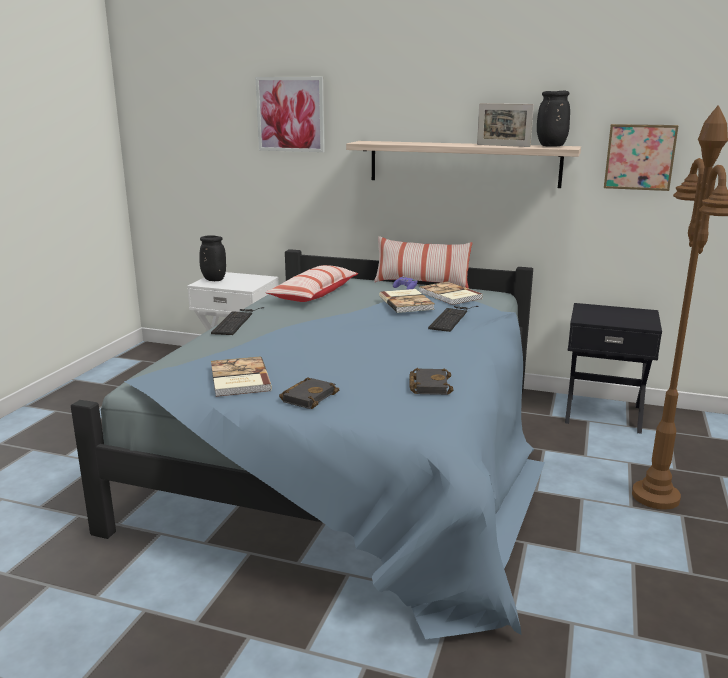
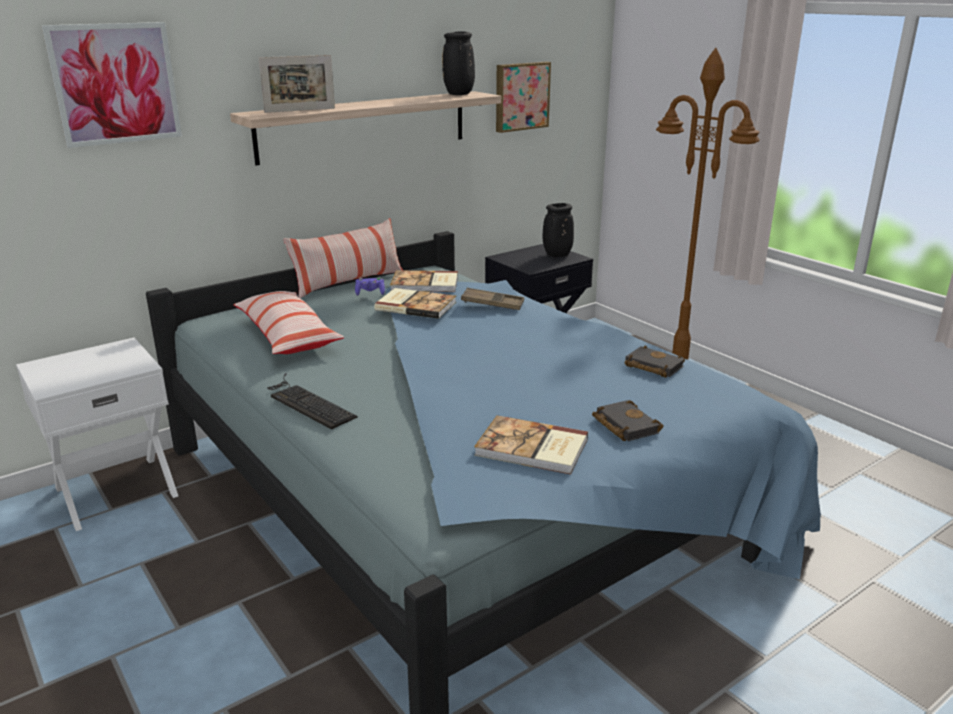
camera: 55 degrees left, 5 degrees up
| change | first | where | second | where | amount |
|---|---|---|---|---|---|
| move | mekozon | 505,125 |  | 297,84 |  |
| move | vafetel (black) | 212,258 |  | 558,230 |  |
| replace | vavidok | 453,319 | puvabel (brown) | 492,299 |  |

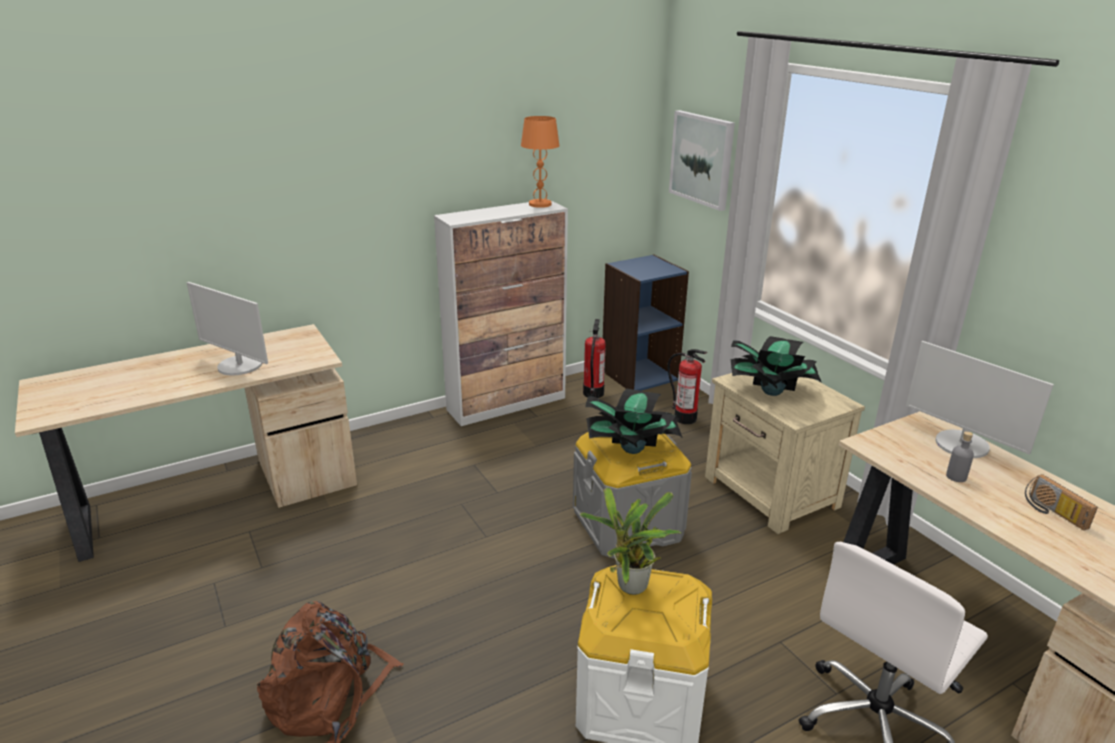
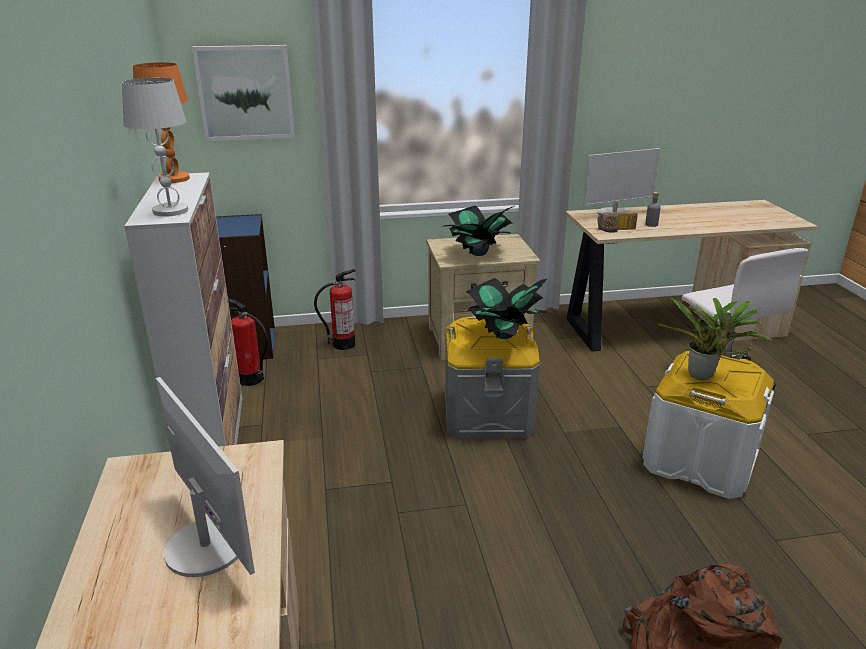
camera: 70 degrees left, 0 degrees up
| change | first | where | second | where | amount |
|---|---|---|---|---|---|
| rotate | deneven | 227,328 |  | 205,477 | 90 degrees counterclockwise |
| move | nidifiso | 1061,502 |  | 617,222 |  |
| insert |  |  | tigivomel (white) | 155,147 |  |

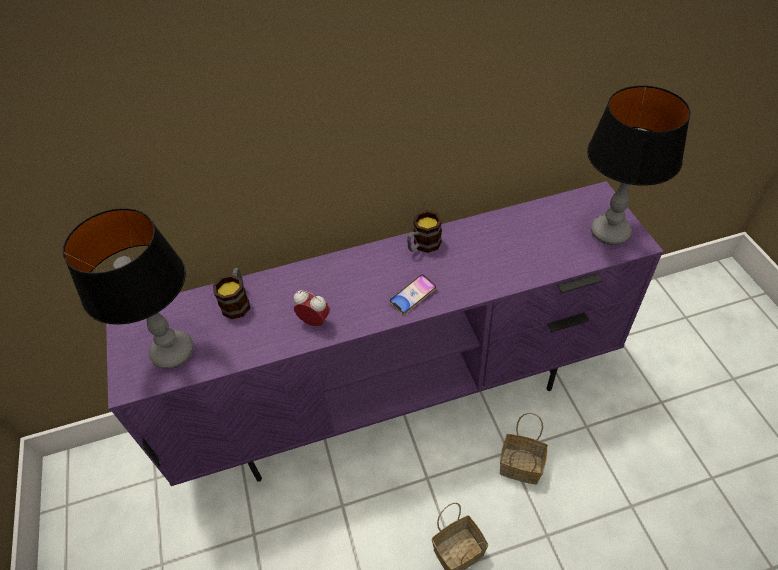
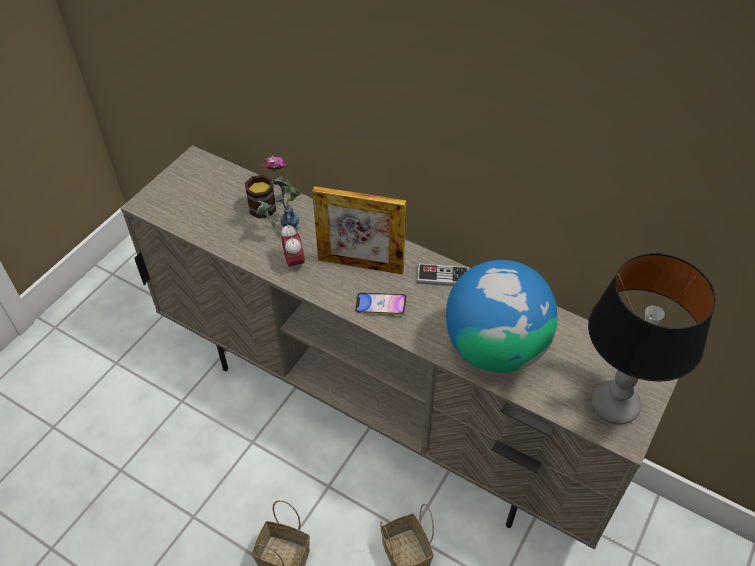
camera: 45 degrees right, 0 degrees up
| change | first | where | second | where | amount |
|---|---|---|---|---|---|
| recolor | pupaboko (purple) | 385,333 | pupaboko (beige) | 399,347 |  |
| delete | tigivomel | 128,288 |  |  |  |
| replace | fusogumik | 424,231 | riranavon | 442,274 |  |
| insert |  |  | vafetel | 278,193 |  |
| insert |  |  | mekozon | 359,230 |  |
| insert |  |  | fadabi | 502,316 |  |

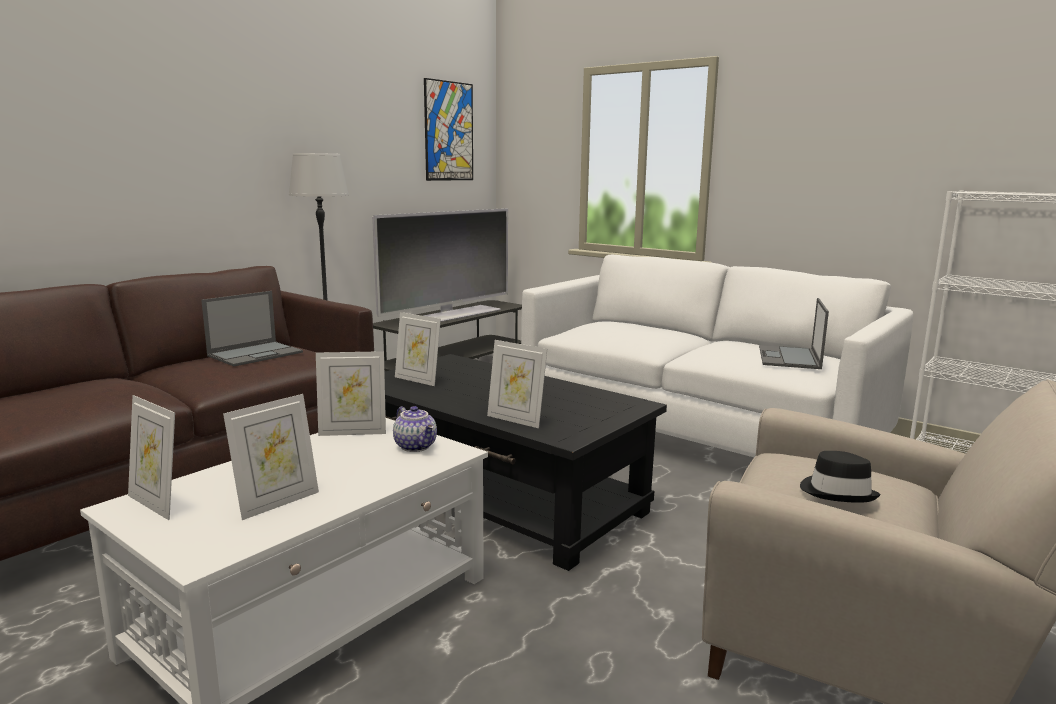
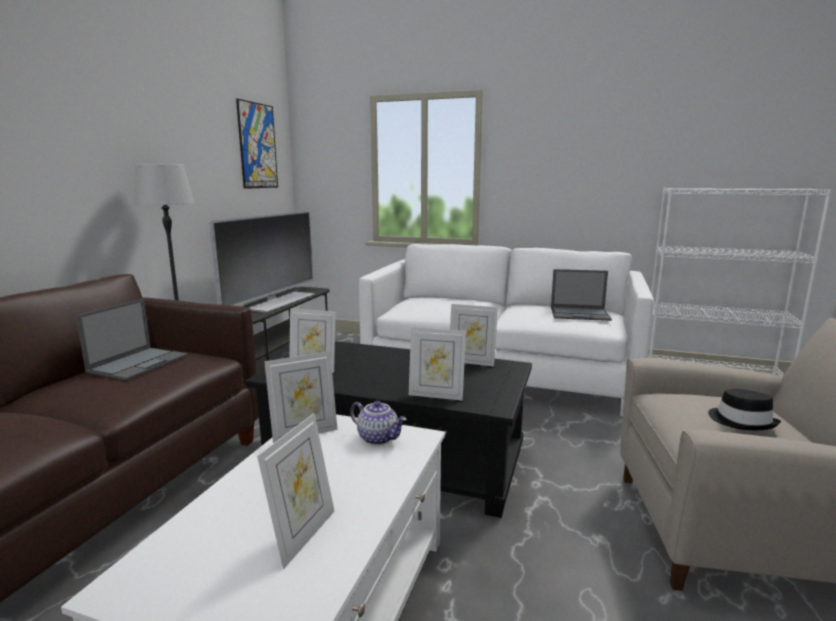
camera: 20 degrees left, 0 degrees up
| change | first | where | second | where | amount |
|---|---|---|---|---|---|
| rotate | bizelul | 794,333 |  | 581,295 | 75 degrees counterclockwise |
| move | mekozon | 151,457 |  | 474,335 |  |

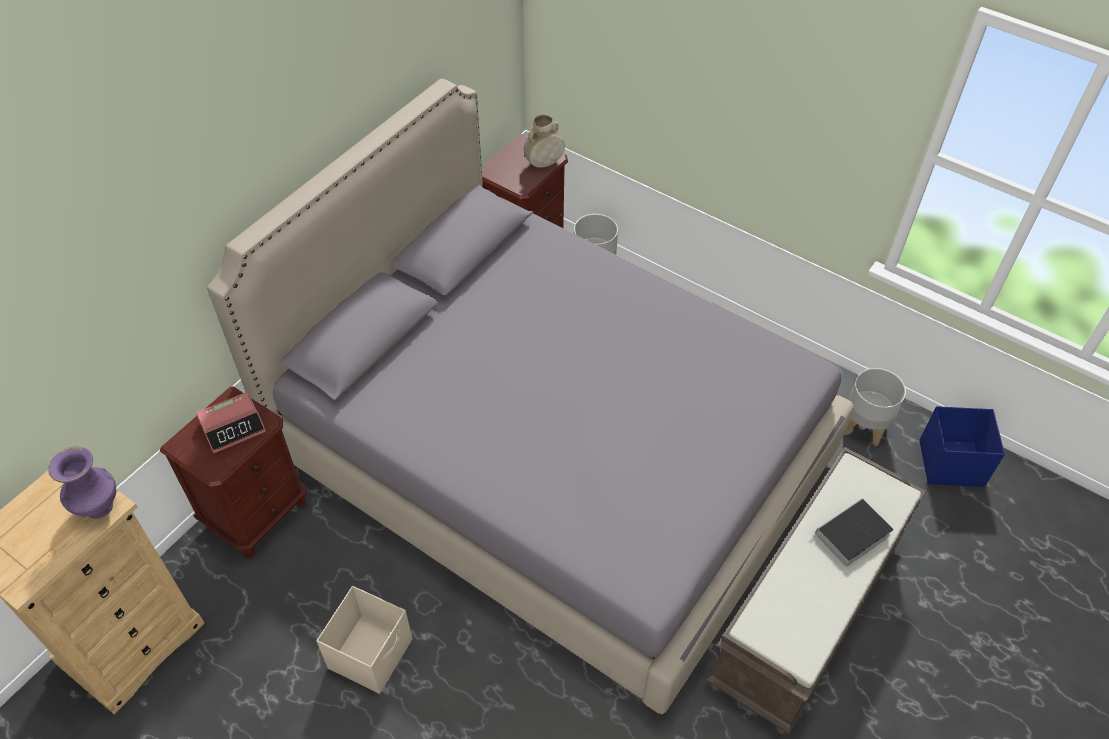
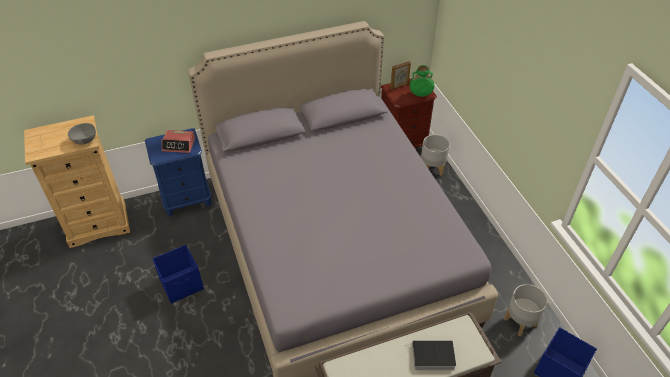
camera: 35 degrees right, 5 degrees down
| change | first | where | second | where | amount |
|---|---|---|---|---|---|
| recolor | vafetel (beige) | 544,141 | vafetel (green) | 421,81 |  |
| recolor | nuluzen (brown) | 233,472 | nuluzen (blue) | 178,172 |  |
| replace | vafetel (purple) | 82,482 | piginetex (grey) | 82,133 |  |
| recolor | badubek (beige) | 364,640 | badubek (blue) | 178,274 |  |
| insert |  |  | mekozon | 400,75 |  |

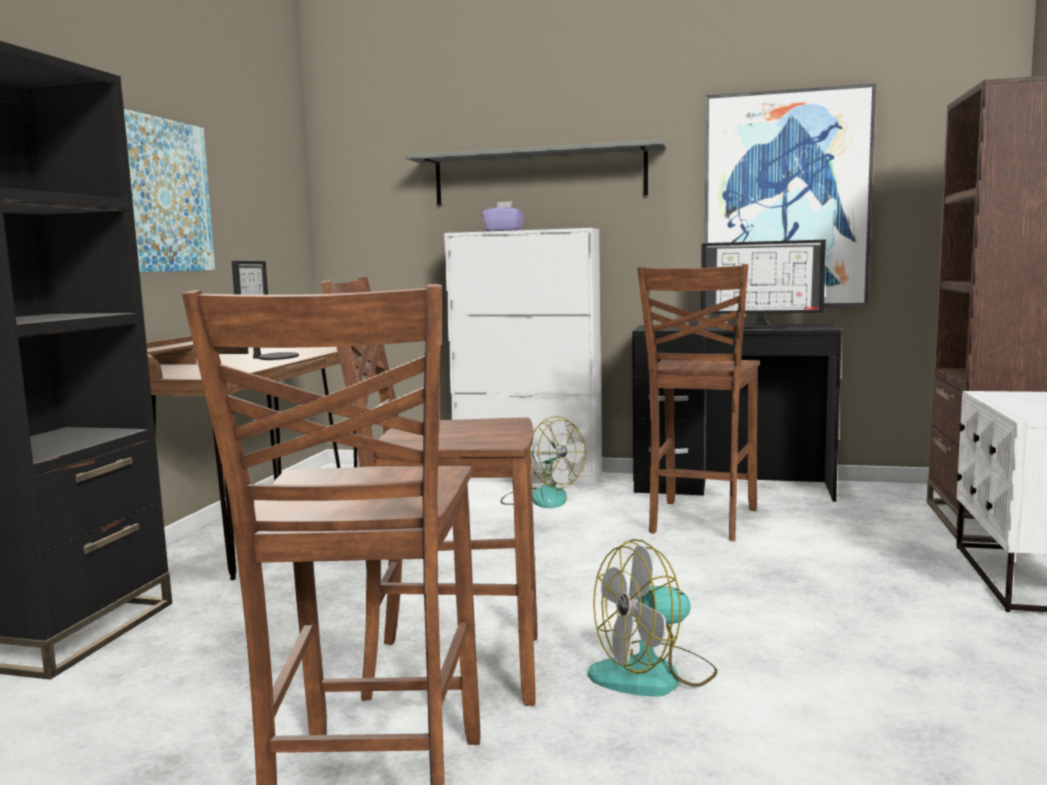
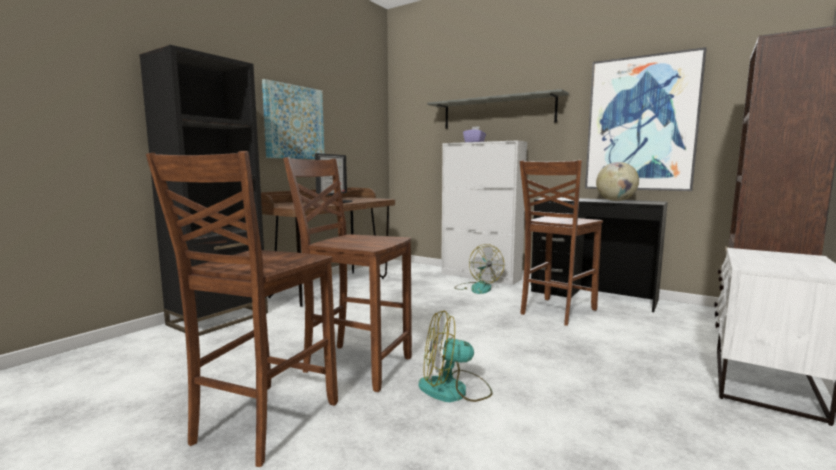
camera: 20 degrees right, 0 degrees up
| change | first | where | second | where | amount |
|---|---|---|---|---|---|
| replace | deneven | 763,284 | fadabi | 617,181 |  |

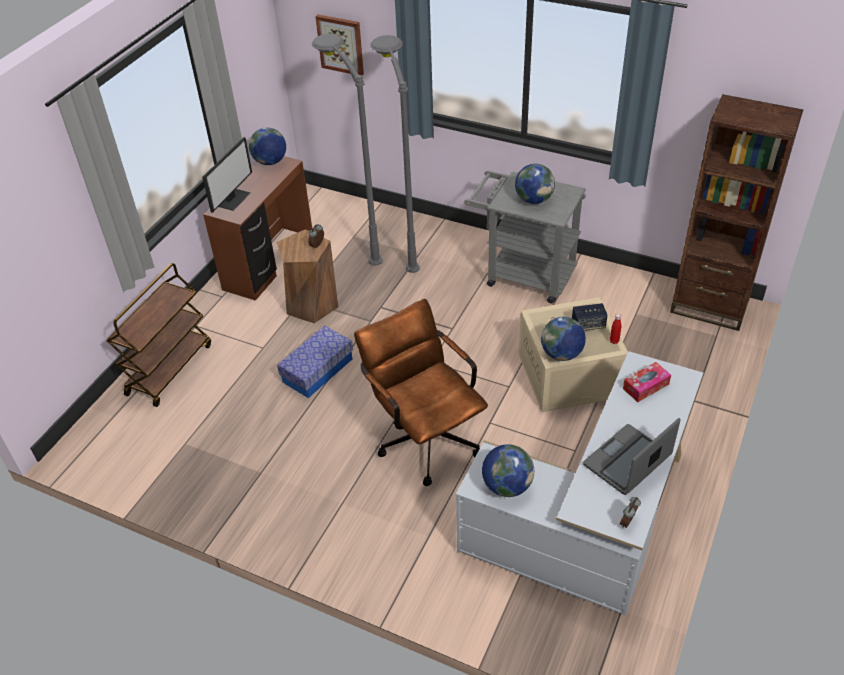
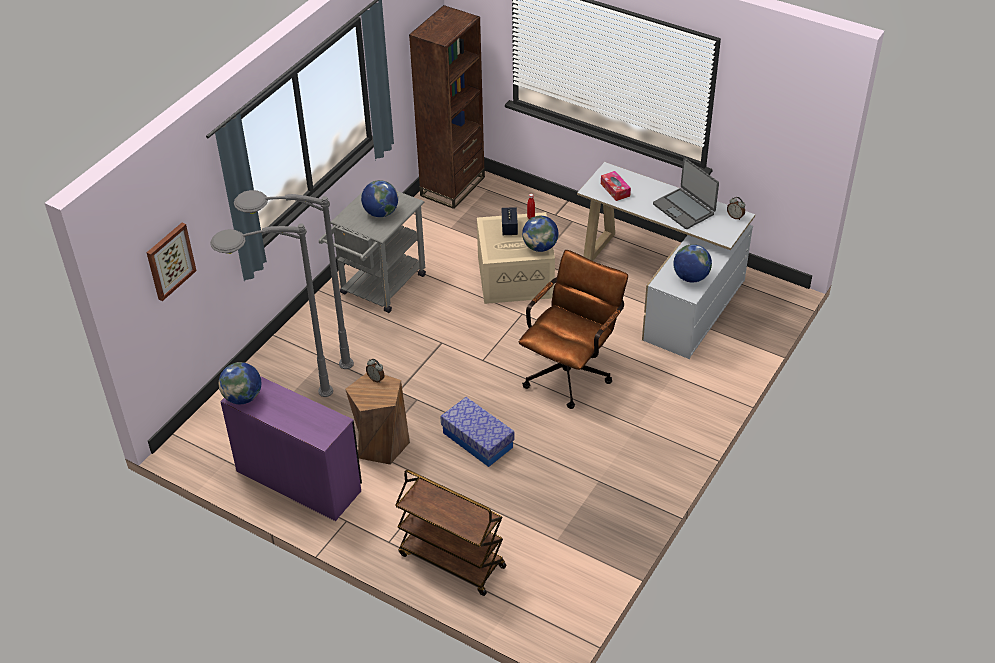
camera: 85 degrees left, 0 degrees up
| change | first | where | second | where | amount |
|---|---|---|---|---|---|
| delete | deneven | 227,175 |  |  |  |
| recolor | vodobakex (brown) | 257,228 | vodobakex (purple) | 291,448 |  |
| rotate | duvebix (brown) | 421,392 |  | 573,329 | 150 degrees clockwise |

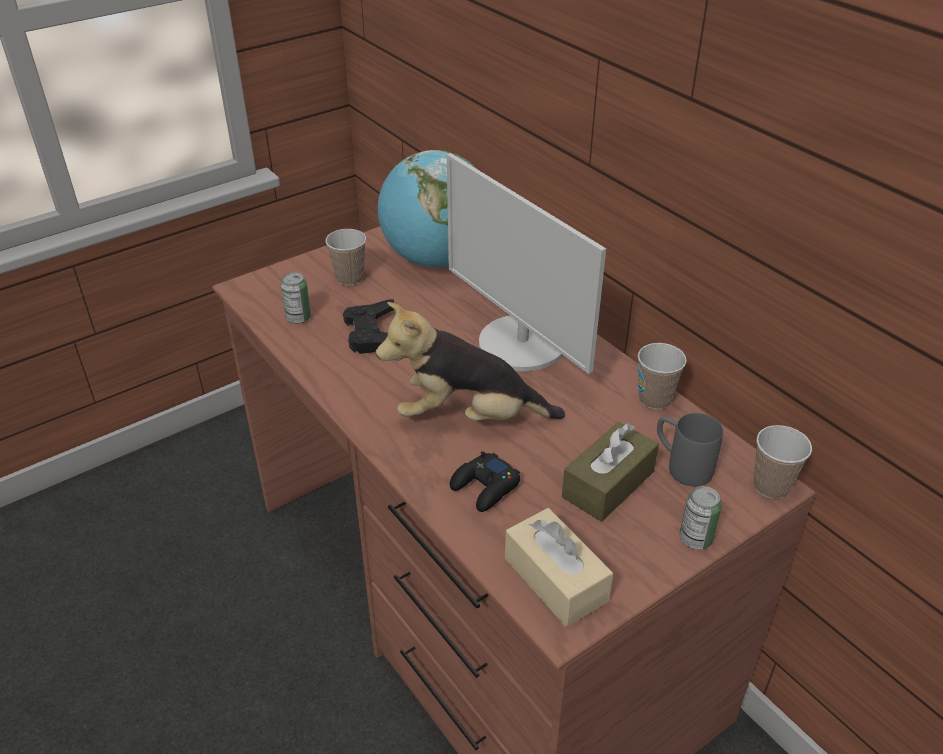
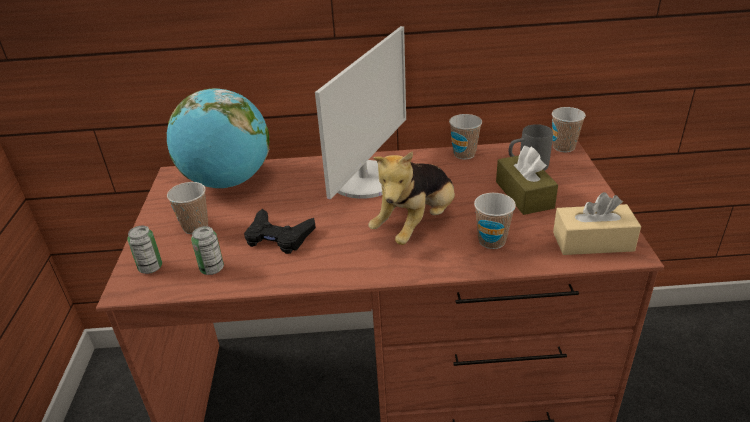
camera: 55 degrees left, 5 degrees down
| change | first | where | second | where | amount |
|---|---|---|---|---|---|
| rotate | deneven | 526,263 |  | 360,112 | 60 degrees counterclockwise |
| replace | riranavon (black) | 485,481 | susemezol | 495,221 |  |
| move | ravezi | 701,518 |  | 144,250 |  |

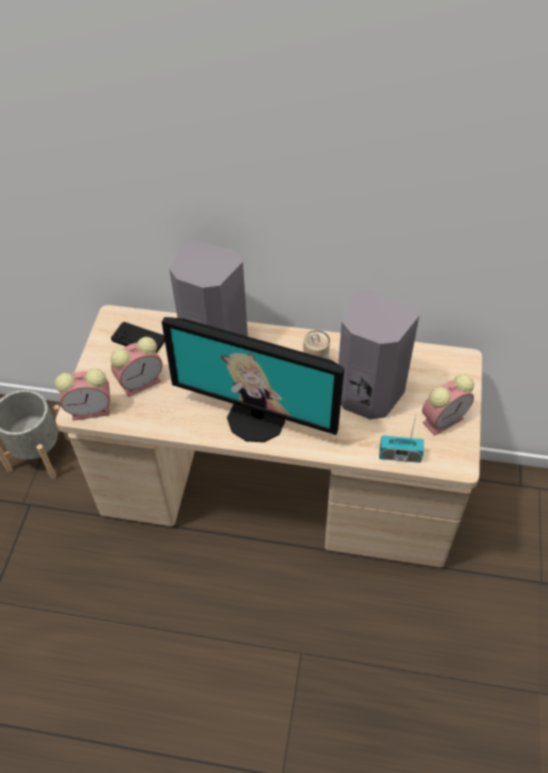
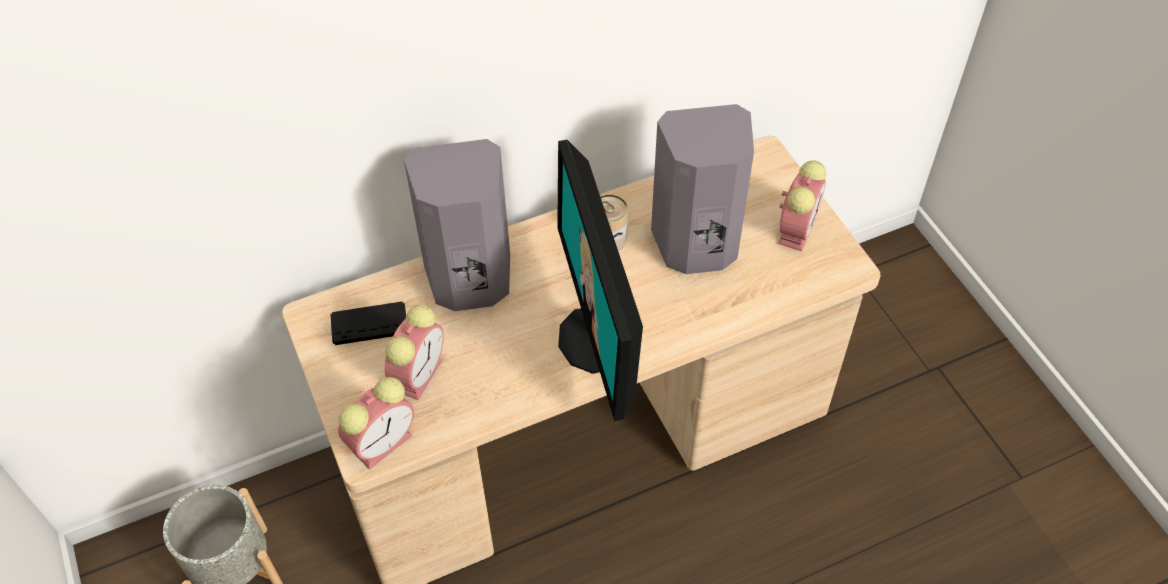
camera: 35 degrees left, 0 degrees up
| change | first | where | second | where | amount |
|---|---|---|---|---|---|
| rotate | deneven | 253,379 |  | 600,280 | 90 degrees clockwise |
| delete | nidifiso | 401,440 |  |  |  |

